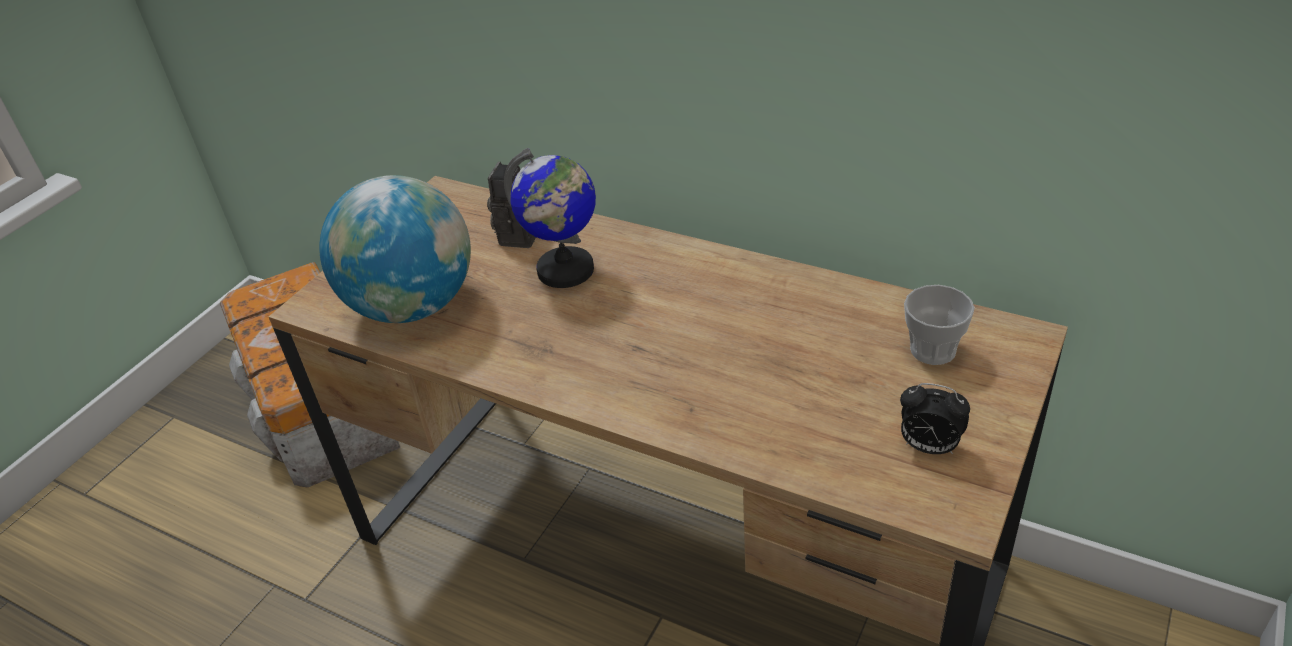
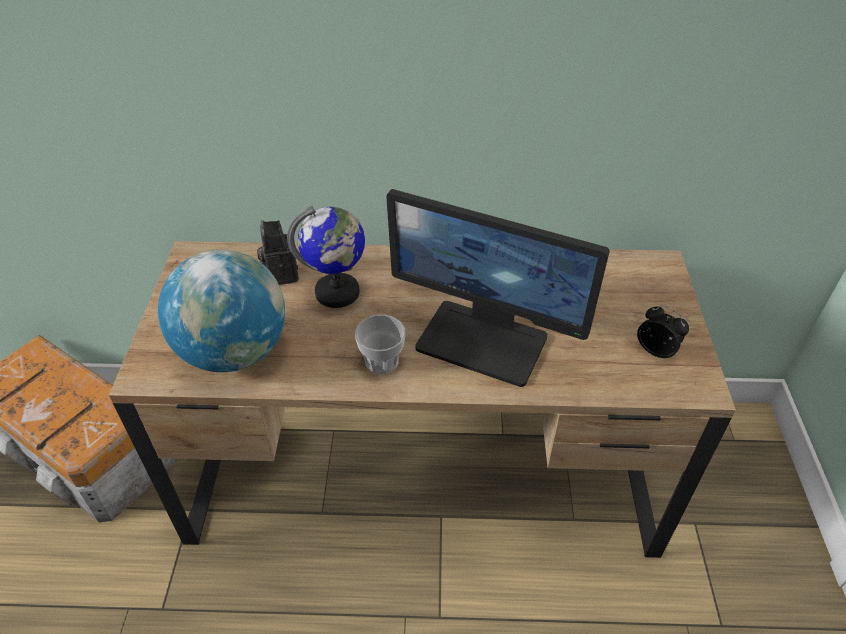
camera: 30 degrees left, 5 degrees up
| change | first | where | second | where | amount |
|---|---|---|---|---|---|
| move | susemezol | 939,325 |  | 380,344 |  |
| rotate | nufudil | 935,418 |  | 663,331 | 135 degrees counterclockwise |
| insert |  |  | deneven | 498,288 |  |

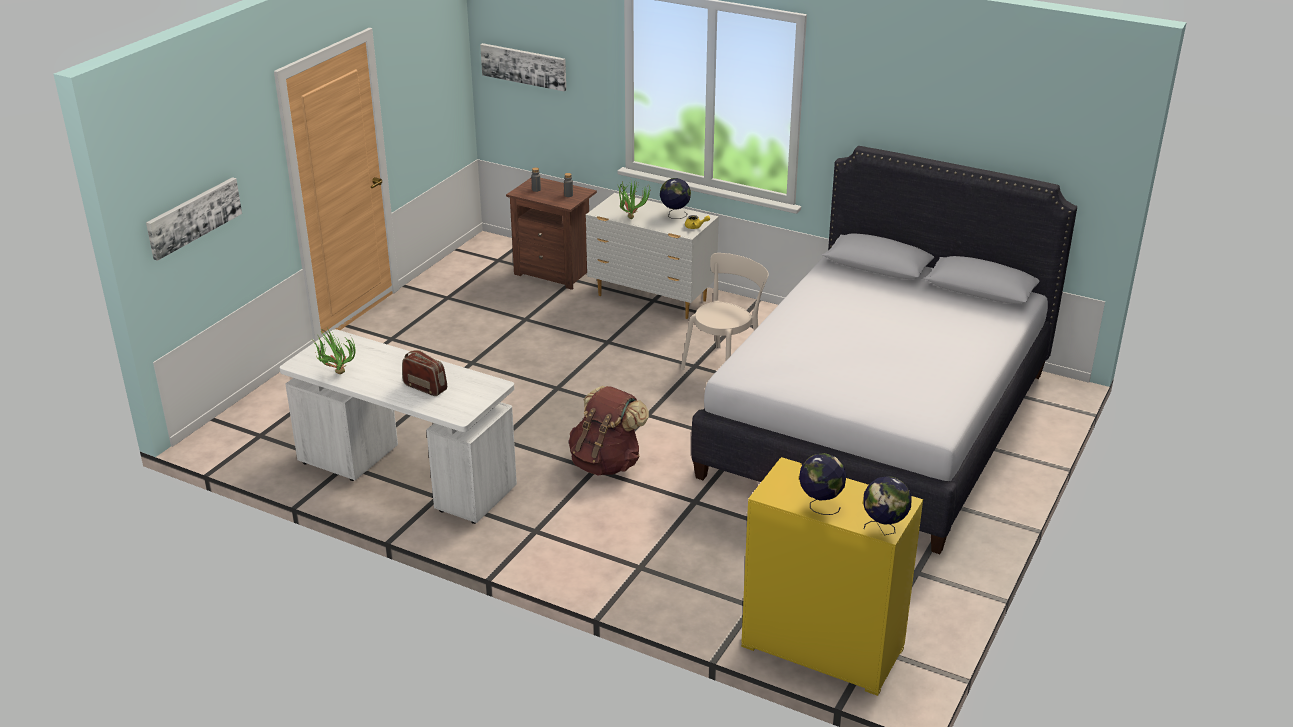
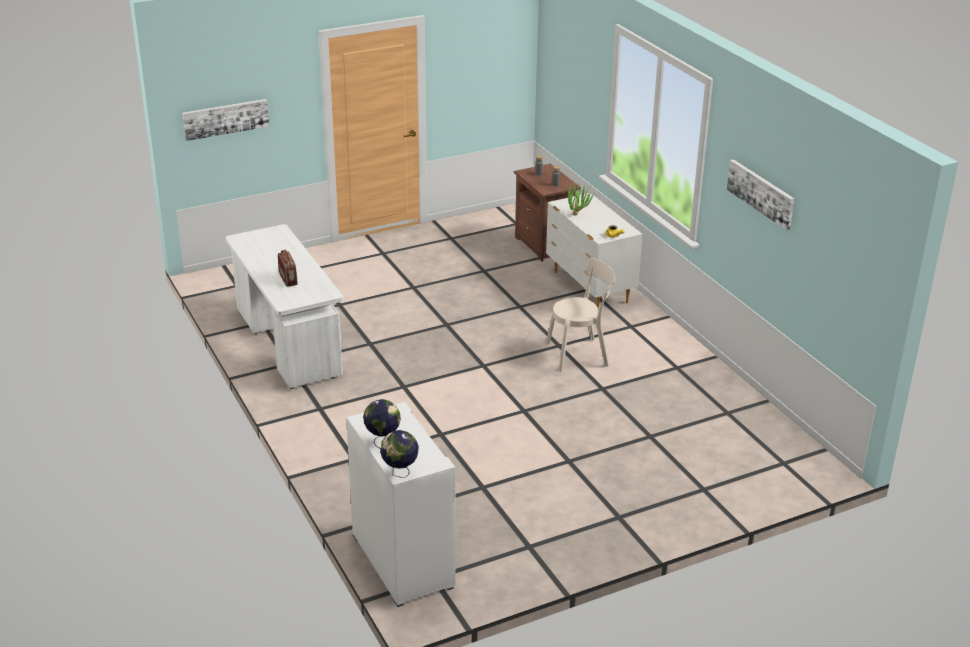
camera: 35 degrees right, 0 degrees up
| change | first | where | second | where | amount |
|---|---|---|---|---|---|
| move | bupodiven | 523,67 |  | 760,194 |  |
| delete | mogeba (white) | 884,350 |  |  |  |
| delete | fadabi | 675,198 |  |  |  |
| delete | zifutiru | 334,351 |  |  |  |
| delete | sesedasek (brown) | 609,431 |  |  |  |
| recolor | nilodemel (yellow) | 832,576 | nilodemel (white) | 401,504 |  |

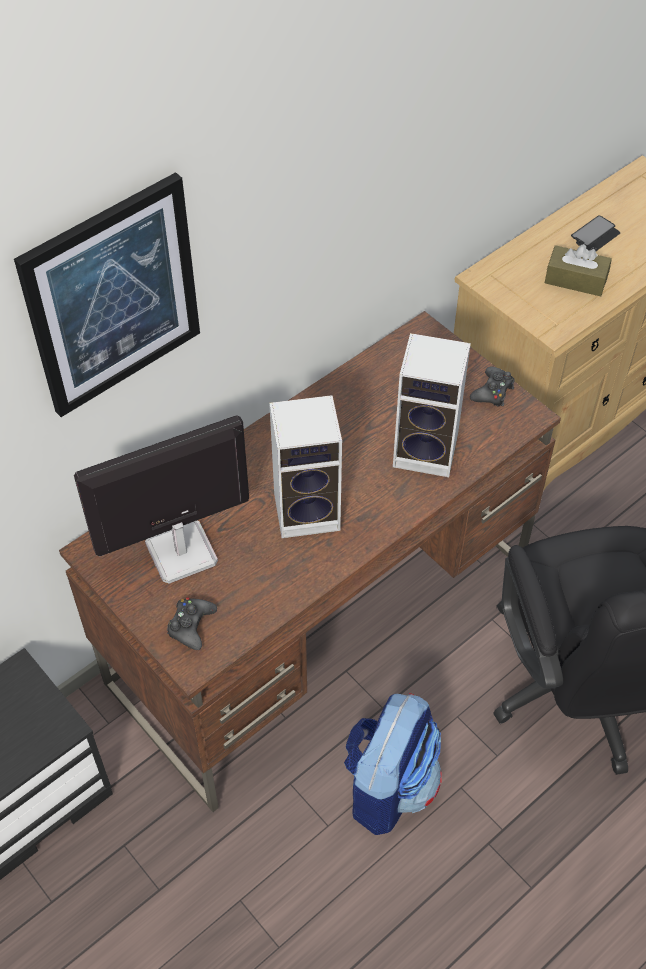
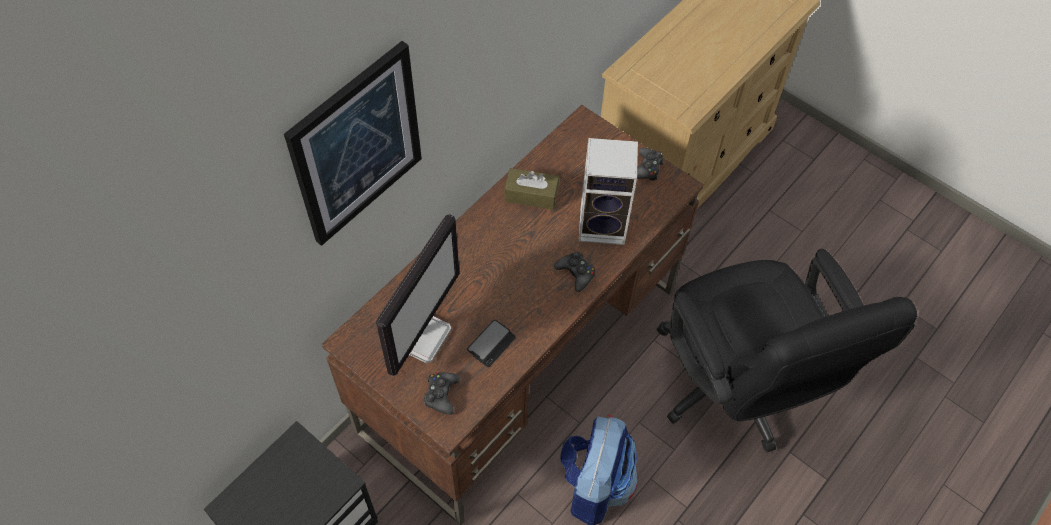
camera: 10 degrees left, 5 degrees up
| change | first | where | second | where | amount |
|---|---|---|---|---|---|
| move | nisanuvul | 595,233 |  | 491,343 |  |
| move | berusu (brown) | 578,270 |  | 531,189 |  |
| delete | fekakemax | 305,466 |  |  |  |
| rotate | deneven | 161,499 |  | 418,295 | 150 degrees clockwise |
| insert |  |  | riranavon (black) | 575,272 |  |

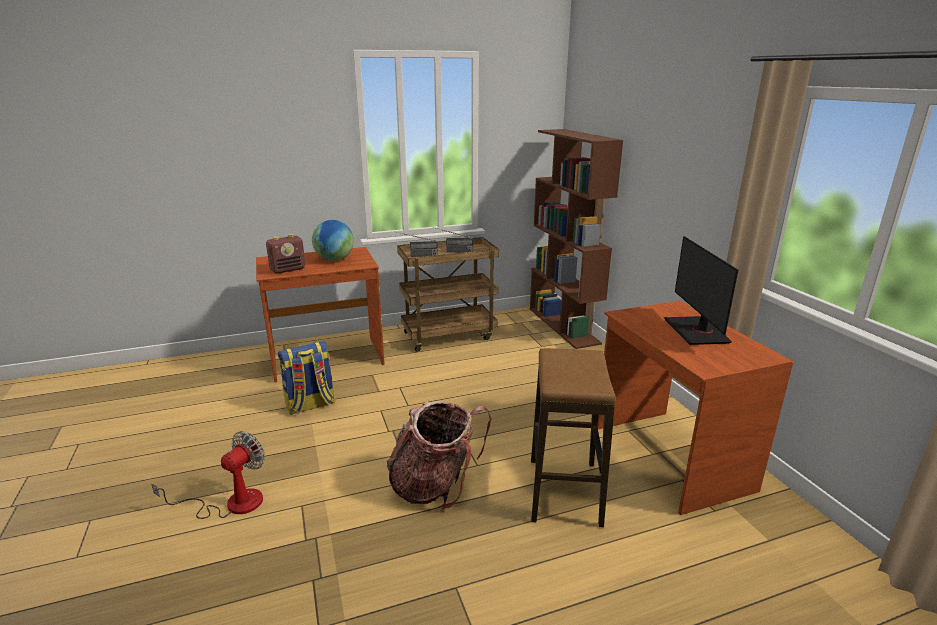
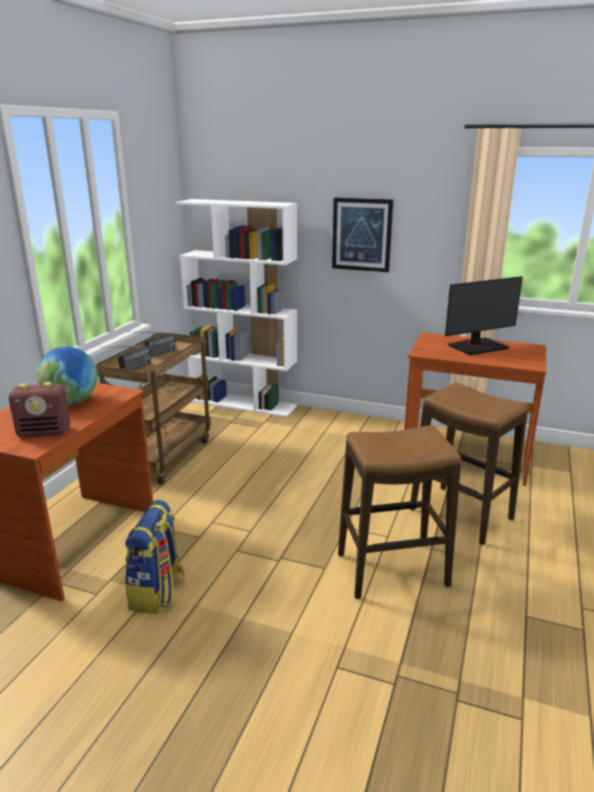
camera: 50 degrees left, 0 degrees up
| change | first | where | second | where | amount |
|---|---|---|---|---|---|
| recolor | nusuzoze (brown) | 576,239 | nusuzoze (white) | 236,308 |  |
| rotate | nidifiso | 285,254 |  | 39,409 | 75 degrees clockwise |
| rotate | deneven | 701,290 |  | 484,315 | 60 degrees counterclockwise |
| replace | sesedasek | 439,455 | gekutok | 399,512 |  |
| delete | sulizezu | 208,475 |  |  |  |
| insert |  |  | bupodiven | 362,235 |  |

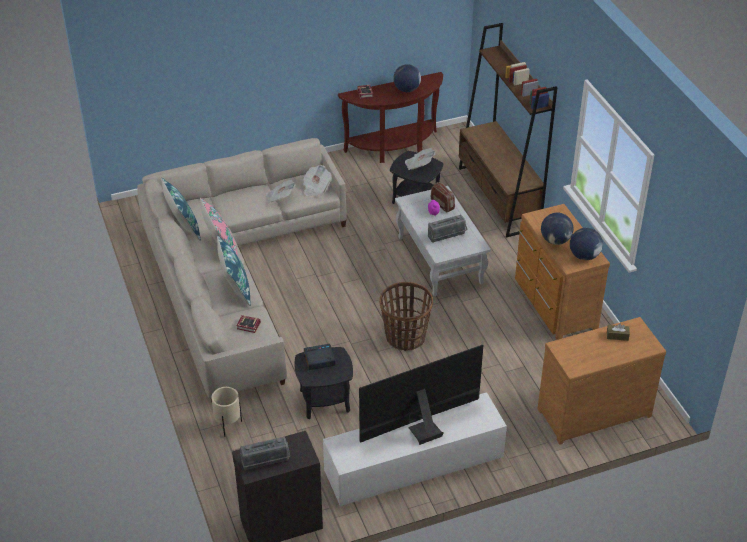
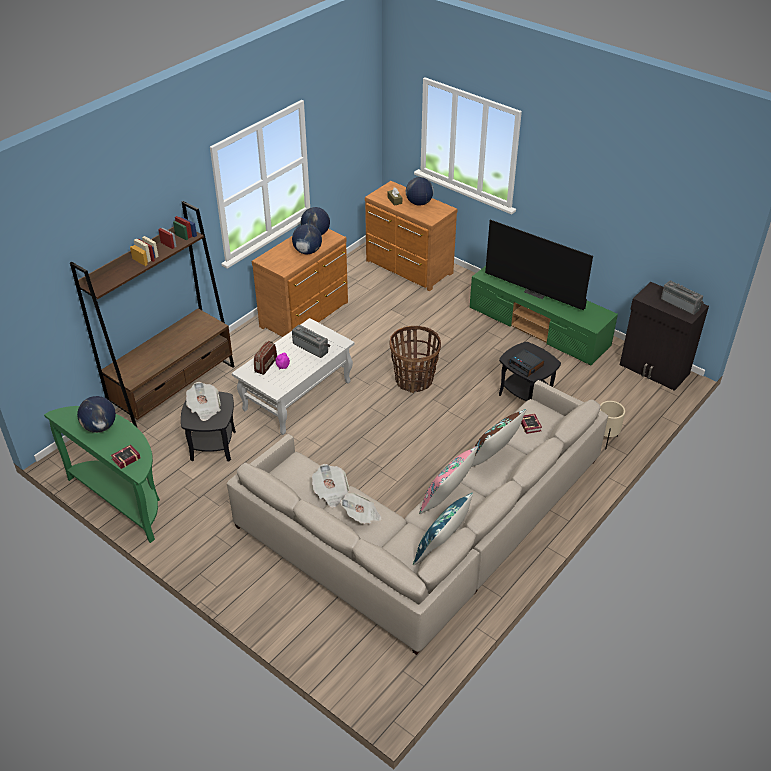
camera: 120 degrees left, 0 degrees up
| change | first | where | second | where | amount |
|---|---|---|---|---|---|
| recolor | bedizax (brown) | 390,117 | bedizax (green) | 102,474 |  |
| move | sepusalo | 317,180 |  | 361,508 |  |
| recolor | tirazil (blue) | 234,270 | tirazil (brown) | 498,438 |  |
| recolor | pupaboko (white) | 415,449 | pupaboko (green) | 544,315 |  |
| insert |  |  | fadabi | 420,191 |  |

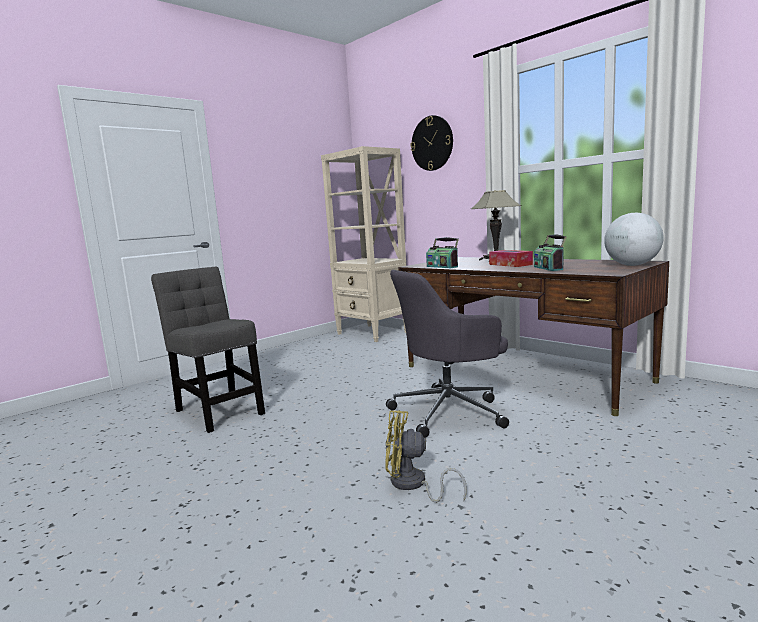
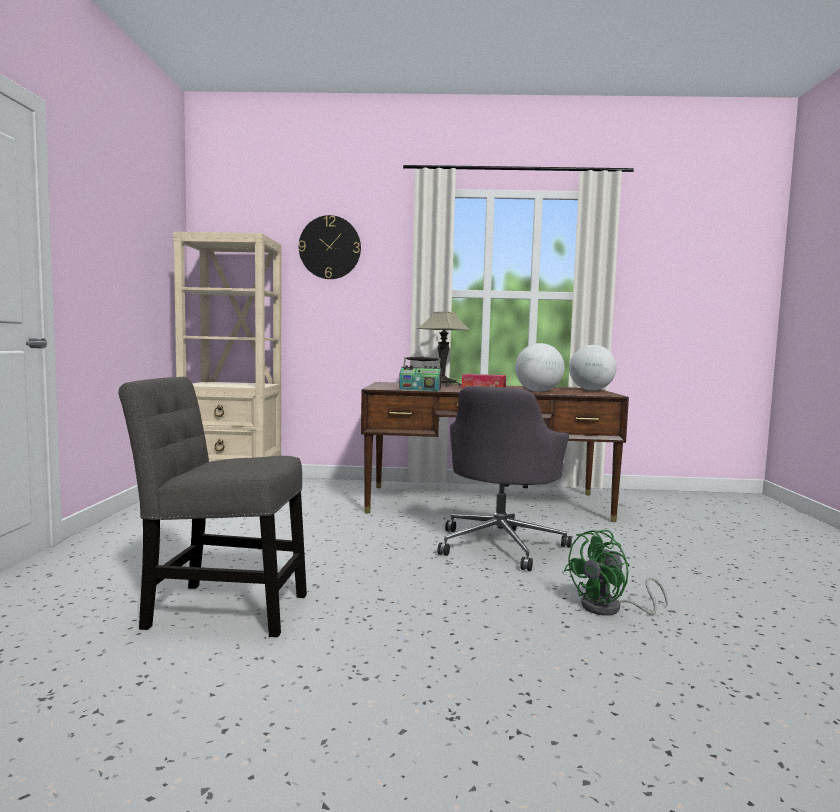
camera: 45 degrees left, 5 degrees down
| change | first | where | second | where | amount |
|---|---|---|---|---|---|
| replace | nidifiso | 550,252 | fadabi | 540,367 |  |
| recolor | sulizezu (yellow) | 426,456 | sulizezu (green) | 616,573 |  |

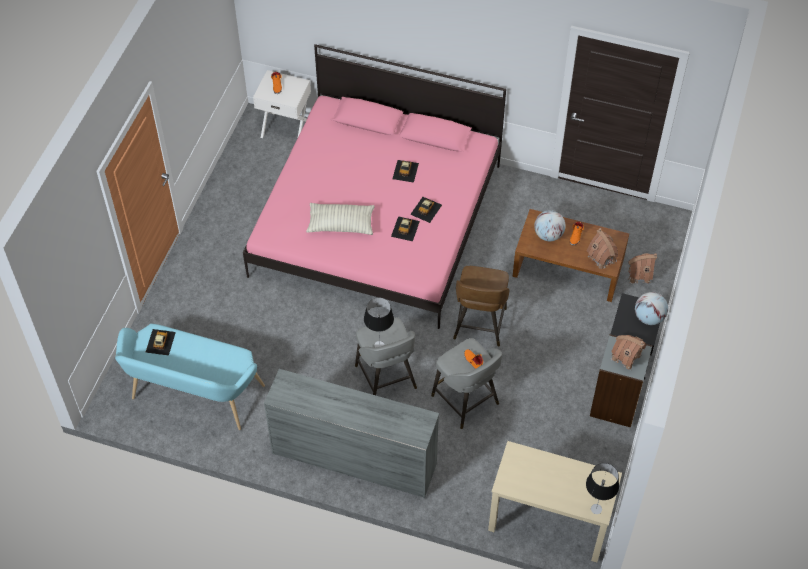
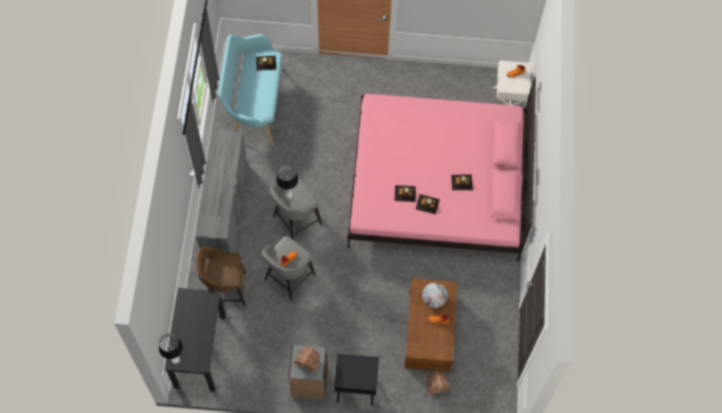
camera: 75 degrees right, 10 degrees up
| change | first | where | second | where | amount |
|---|---|---|---|---|---|
| delete | tirazil | 340,219 |  |  |  |
| delete | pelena | 602,248 |  |  |  |
| move | gekutok (brown) | 481,306 |  | 221,276 |  |
| delete | fadabi | 651,308 |  |  |  |
| recolor | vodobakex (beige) | 555,501 | vodobakex (black) | 195,340 |  |

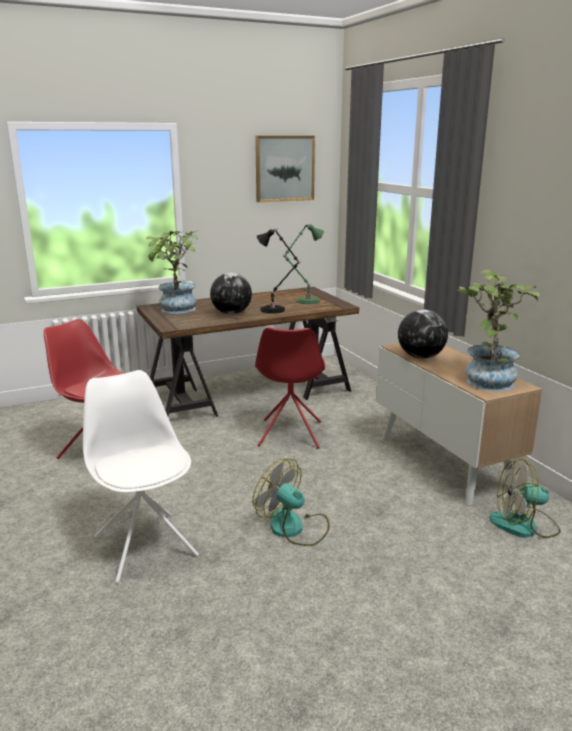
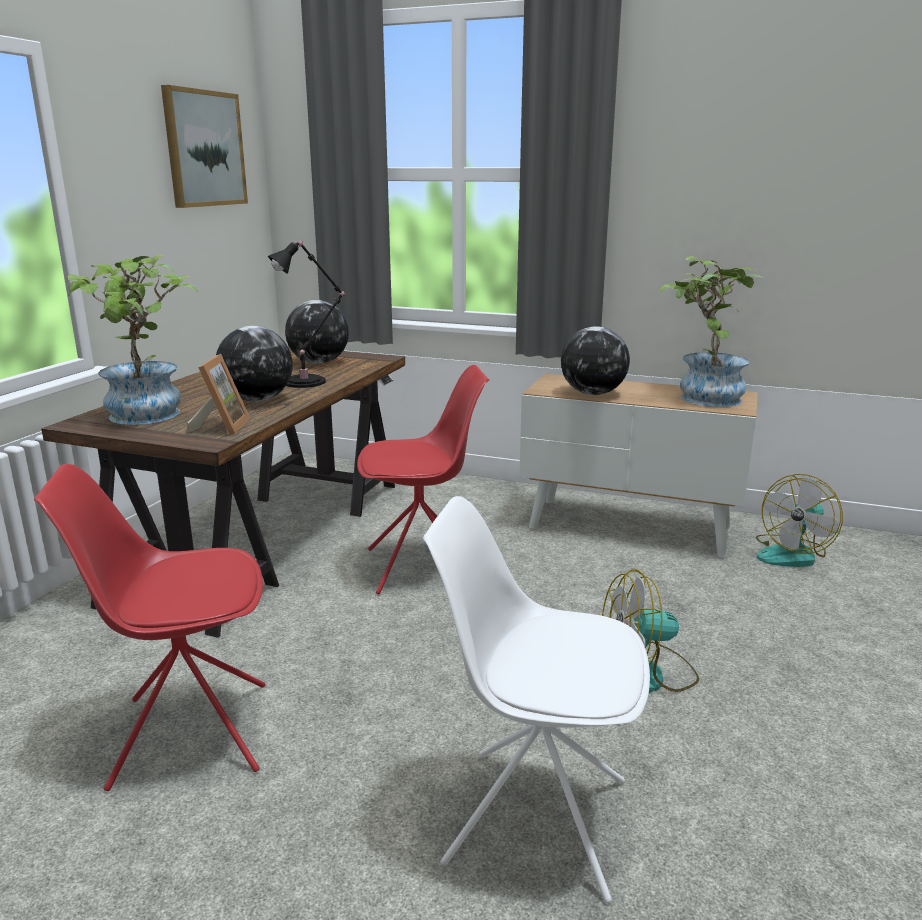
camera: 45 degrees left, 0 degrees up
| change | first | where | second | where | amount |
|---|---|---|---|---|---|
| replace | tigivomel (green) | 303,264 | fadabi | 317,332 |  |
| rotate | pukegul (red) | 290,387 |  | 423,479 | 60 degrees counterclockwise |
| insert |  |  | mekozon | 218,394 |  |

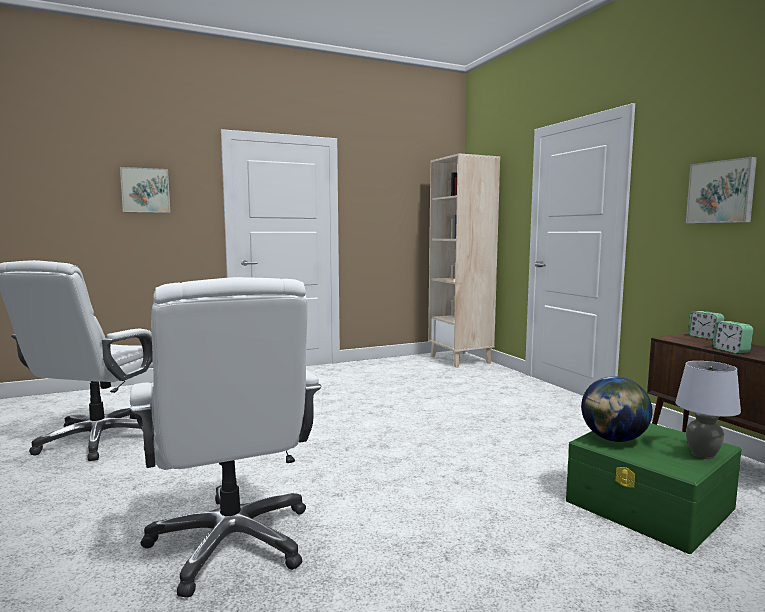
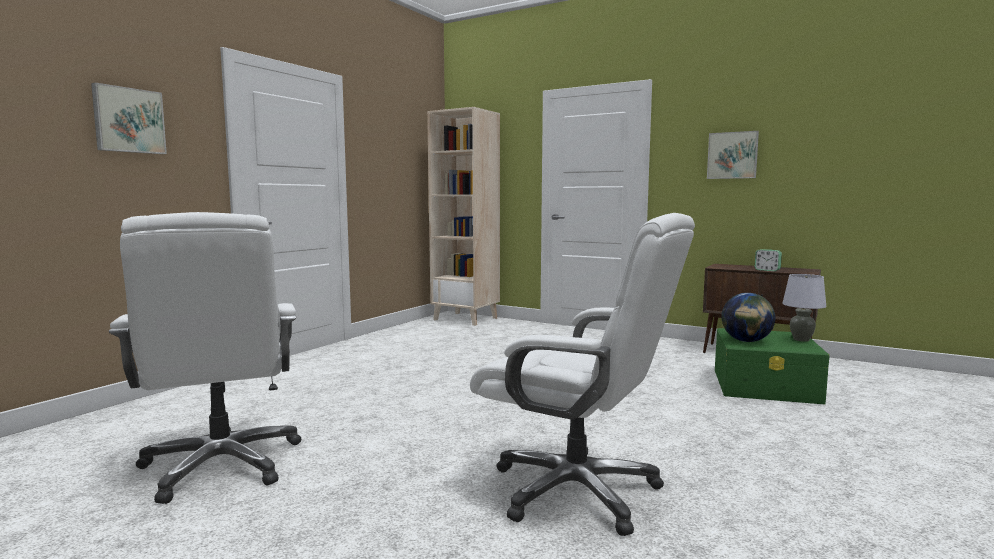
camera: 35 degrees left, 0 degrees up
| change | first | where | second | where | amount |
|---|---|---|---|---|---|
| delete | nufudil | 706,325 |  |  |  |

